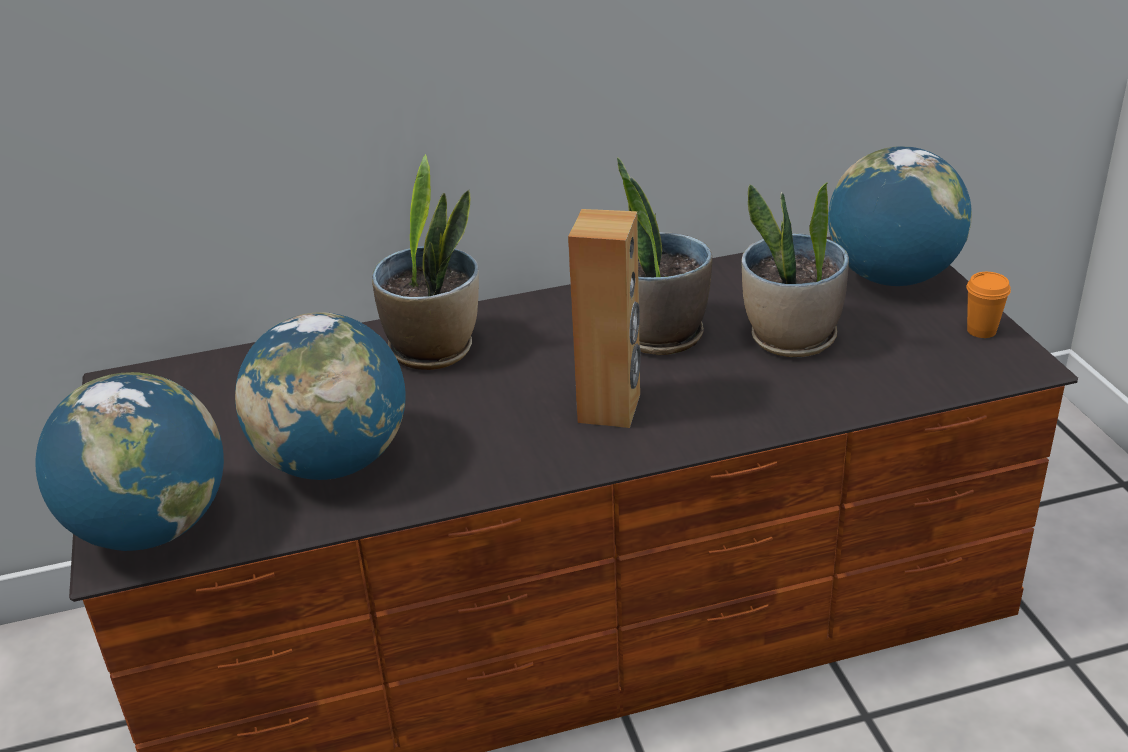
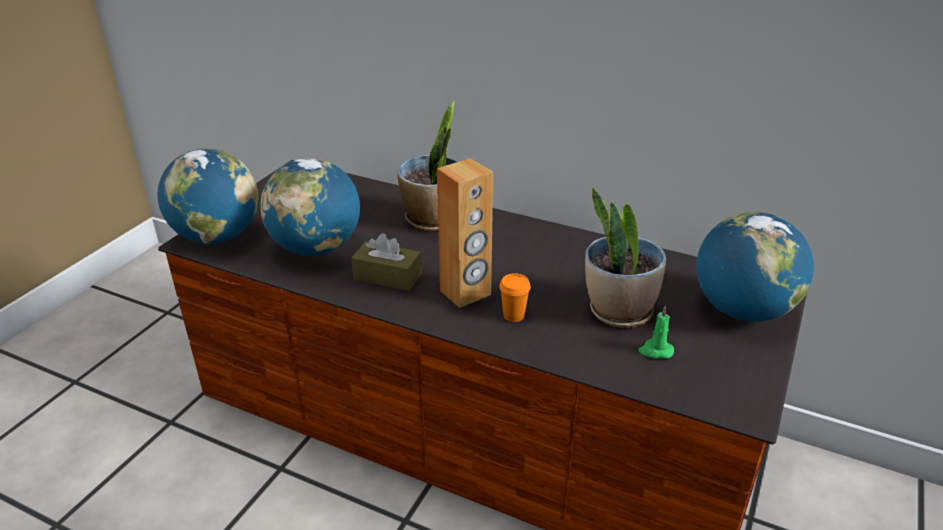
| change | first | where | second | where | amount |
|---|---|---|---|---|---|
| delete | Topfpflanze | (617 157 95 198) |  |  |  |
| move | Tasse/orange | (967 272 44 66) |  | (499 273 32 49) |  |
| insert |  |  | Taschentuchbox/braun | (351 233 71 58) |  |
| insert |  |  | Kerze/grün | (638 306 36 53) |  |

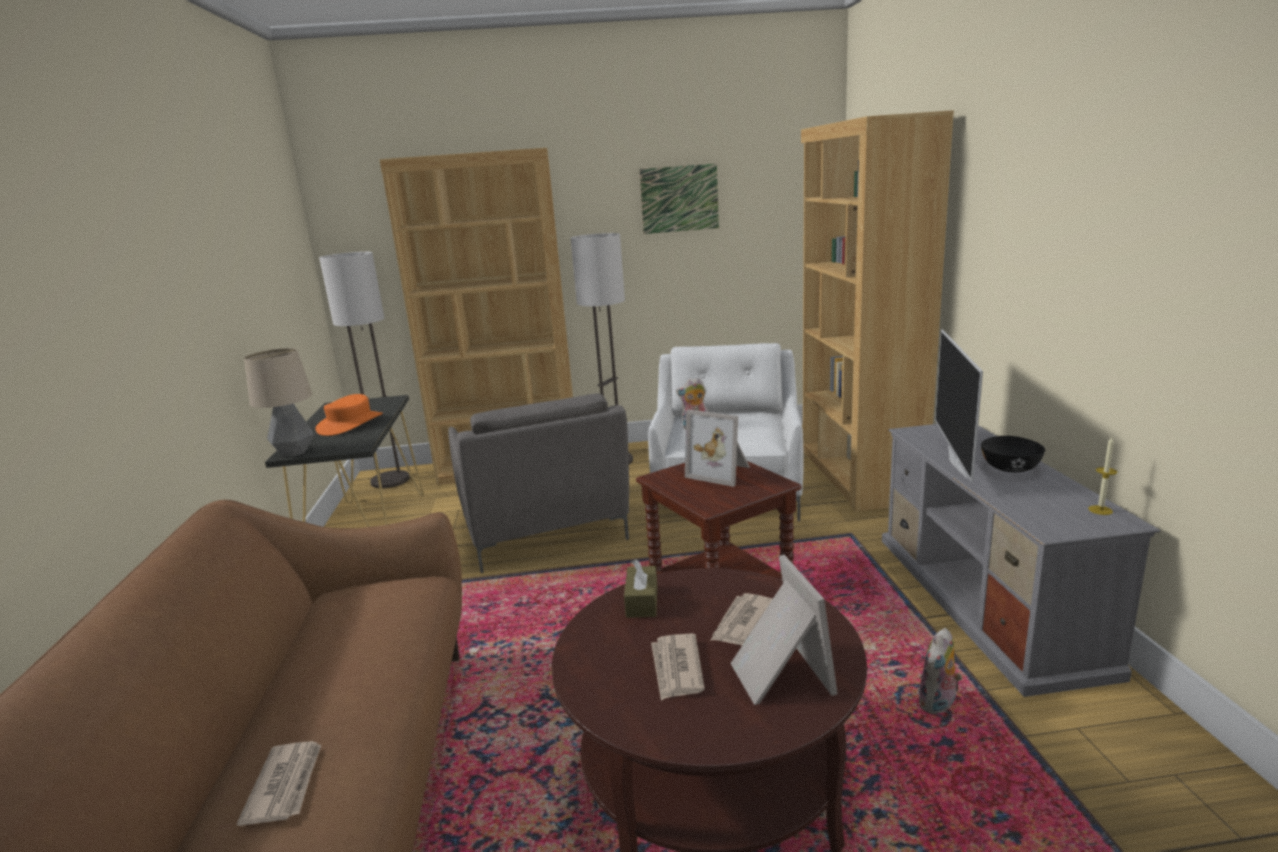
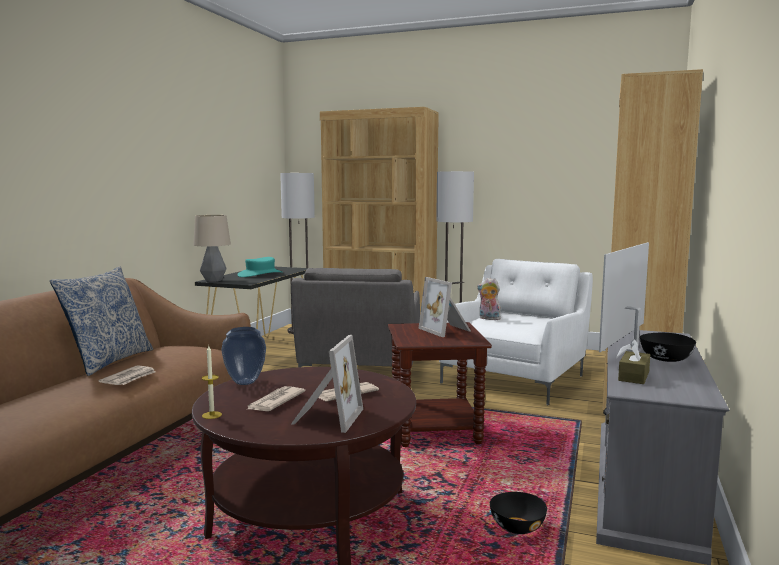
| change | first | where | second | where | amount |
|---|---|---|---|---|---|
| delete | Bild | (639 163 80 71) |  |  |  |
| recolor | Hut/orange | (315 394 68 42) | Hut/türkis | (237 257 46 20) |  |
| move | Kerze | (1088 437 29 78) |  | (202 346 20 73) |  |
| move | Taschentuchbox/braun | (624 559 33 59) |  | (618 339 32 45) |  |
| replace | Plüschtier | (919 628 43 86) | Schüssel/schwarz | (490 492 57 42) |  |
| move | Zeitung | (237 741 84 85) |  | (99 365 57 20) |  |
| insert |  |  | Kissen | (50 266 103 110) |  |
| insert |  |  | Vase | (221 327 45 58) |  |

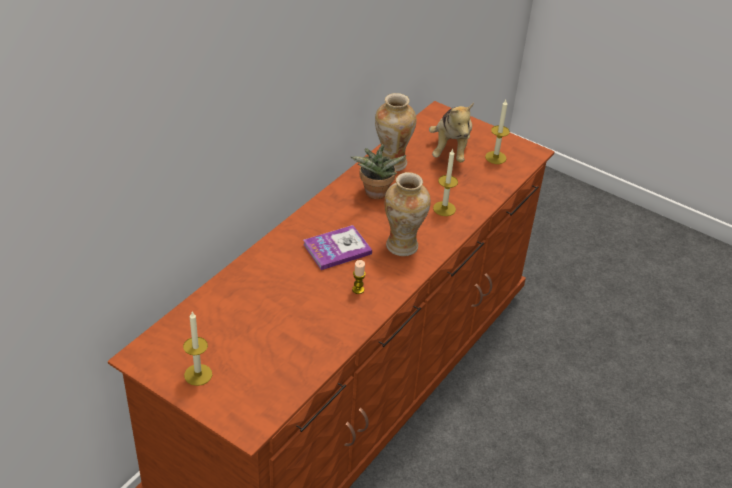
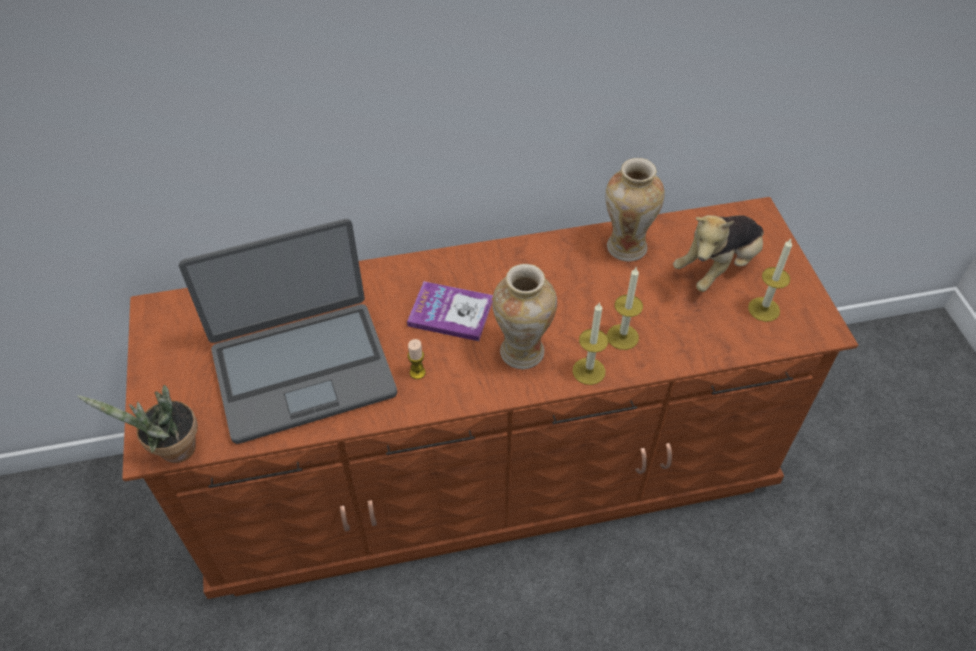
| change | first | where | second | where | amount |
|---|---|---|---|---|---|
| move | Topfpflanze | (351 144 55 55) |  | (77 385 121 78) |  |
| move | Kerze | (183 312 29 74) |  | (573 302 35 83) |  |
| insert |  |  | Laptop | (179 219 218 225) |  |

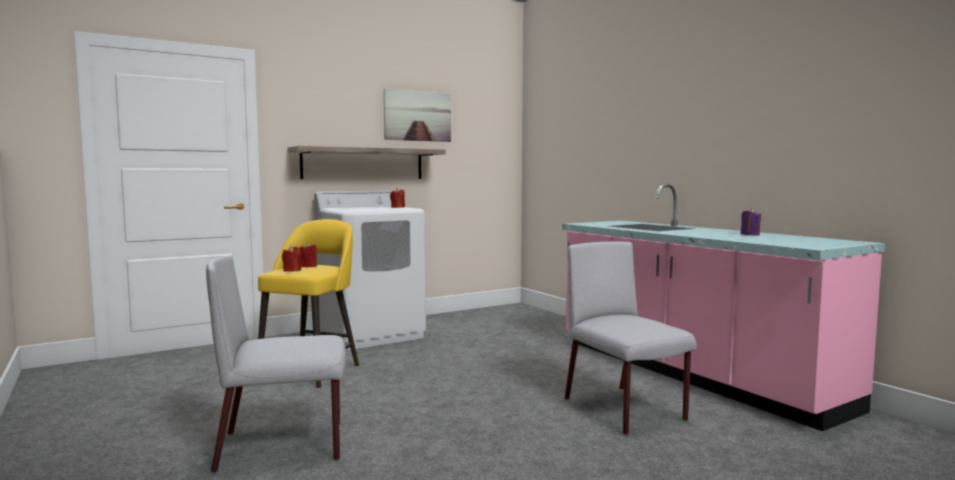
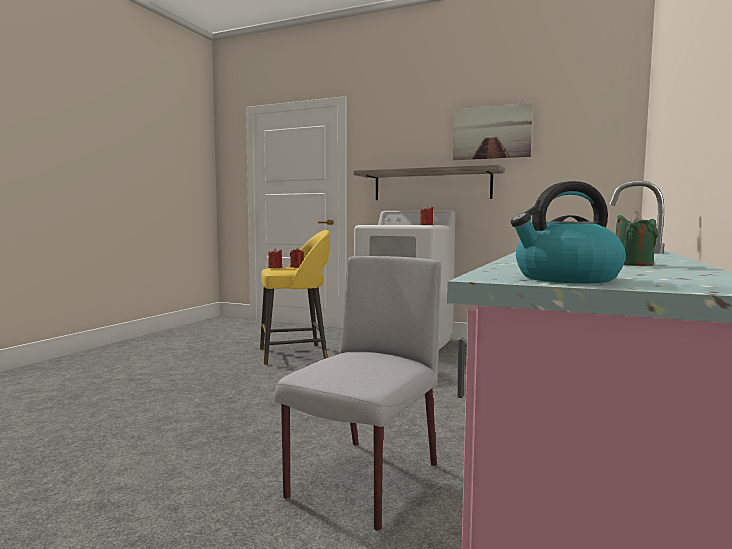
| change | first | where | second | where | amount |
|---|---|---|---|---|---|
| recolor | Kerze/lila | (741 209 20 27) | Kerze/grün | (616 211 42 55) |  |
| delete | Stuhl/grau | (206 255 140 218) |  |  |  |
| insert |  |  | Wasserkessel | (511 181 115 102) |  |

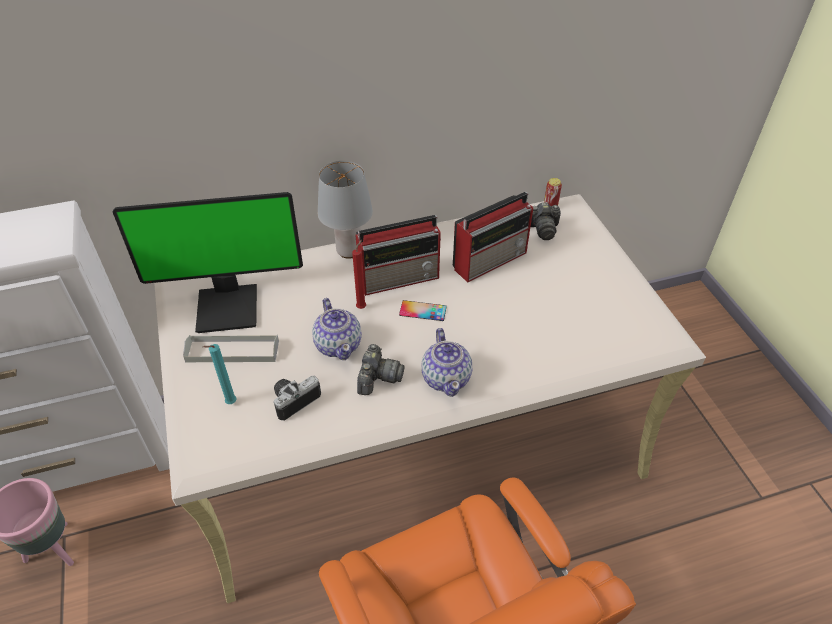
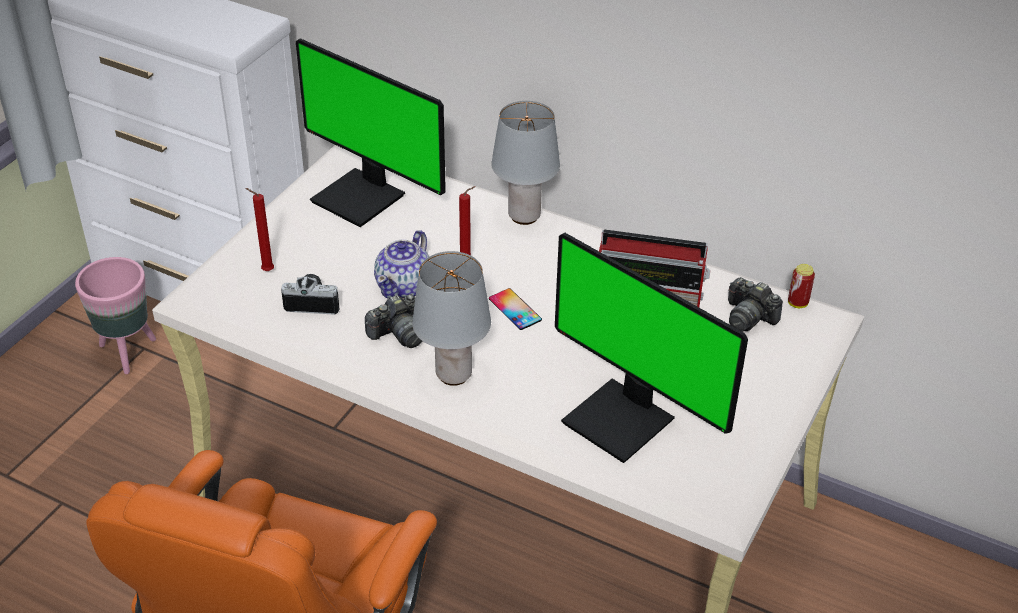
| change | first | where | second | where | amount |
|---|---|---|---|---|---|
| delete | Radio | (355 215 86 81) |  |  |  |
| replace | Teekanne | (421 328 51 69) | Tischlampe/grau | (412 251 79 135) |  |
| delete | Tablett/grau | (183 335 96 27) |  |  |  |
| recolor | Kerze/türkis | (203 344 34 60) | Kerze/rot | (245 188 29 83) |  |
| insert |  |  | Monitor | (555 233 193 230) |  |

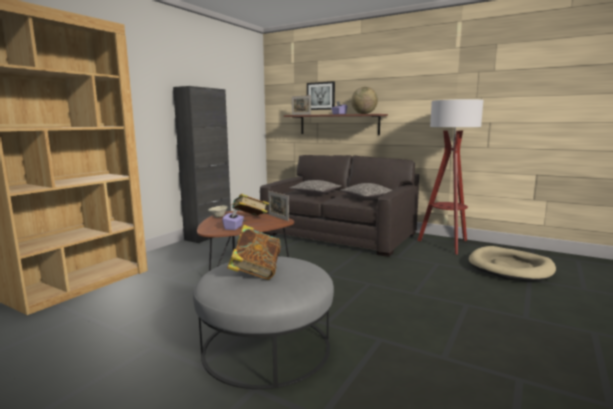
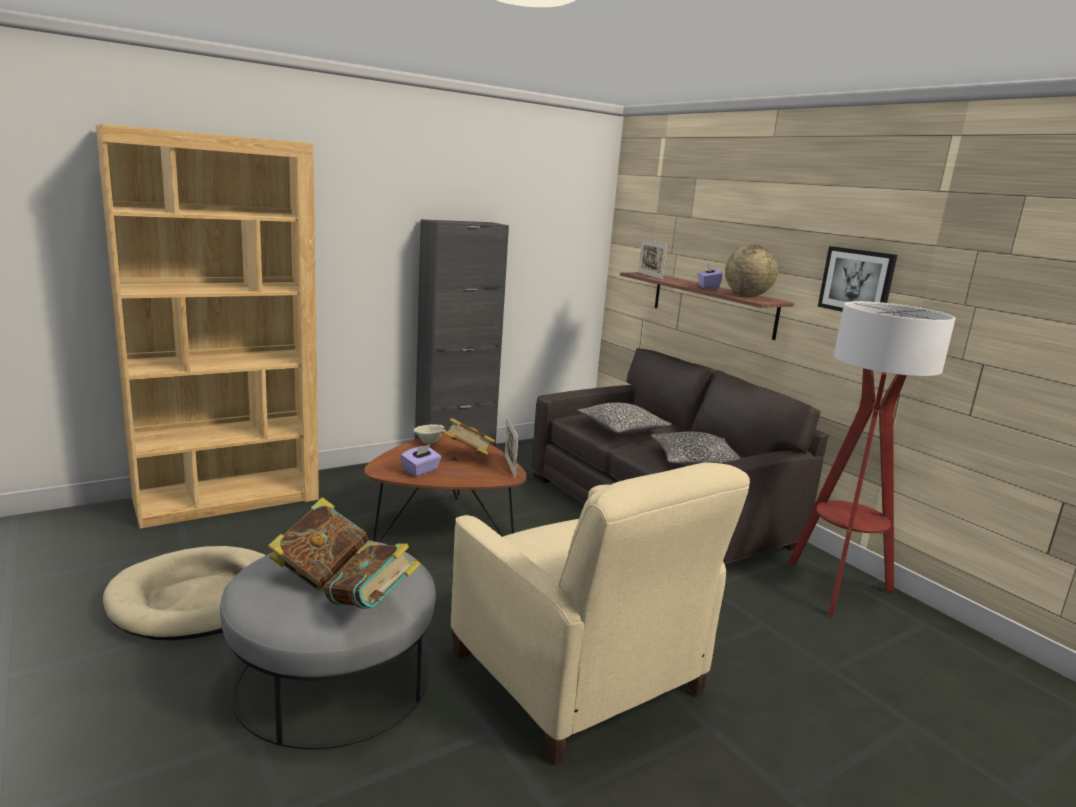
| change | first | where | second | where | amount |
|---|---|---|---|---|---|
| move | Bild | (307 81 28 29) |  | (818 246 79 66) |  |
| move | Hundebett/beige | (468 246 88 35) |  | (103 546 163 94) |  |
| insert |  |  | Sessel/beige | (451 462 299 303) |  |
| insert |  |  | Buch | (324 542 97 67) |  |

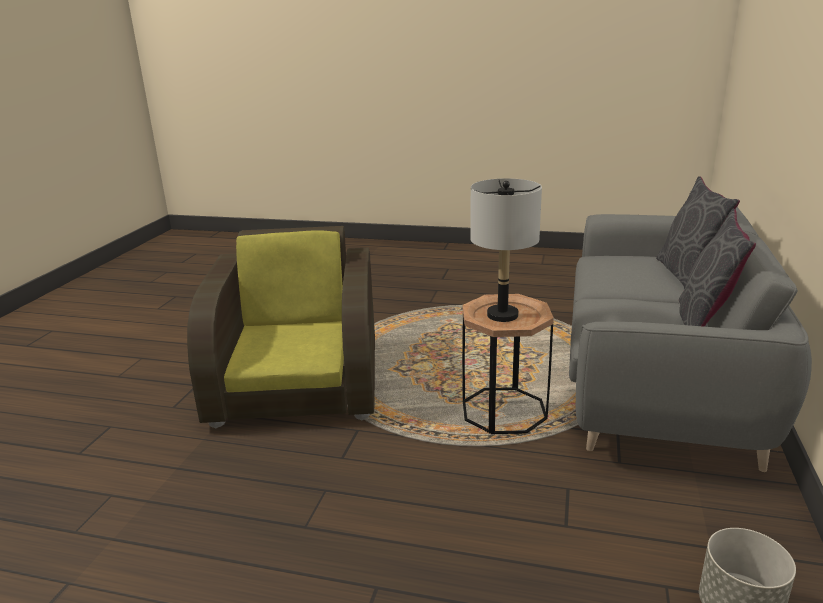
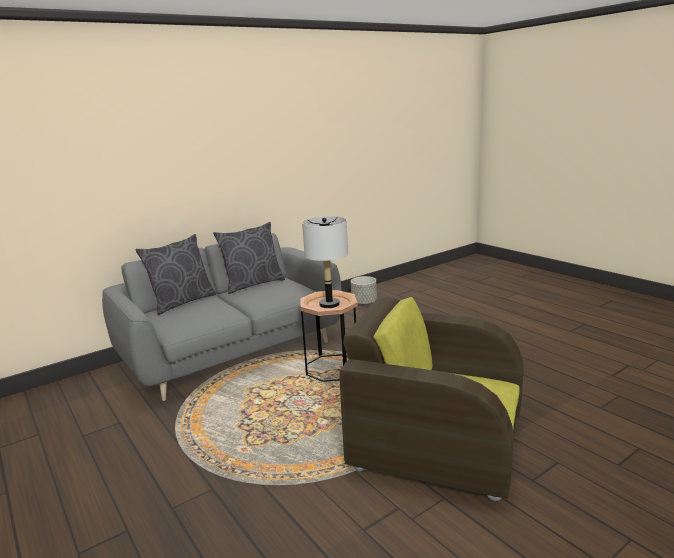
| change | first | where | second | where | amount |
|---|---|---|---|---|---|
| rotate | Sessel/braun | (187 226 188 202) |  | (340 297 184 204) | 75 degrees clockwise |

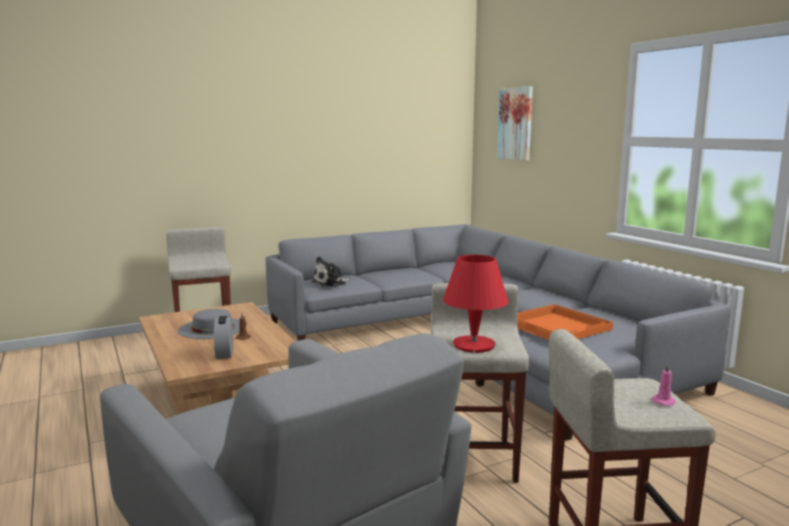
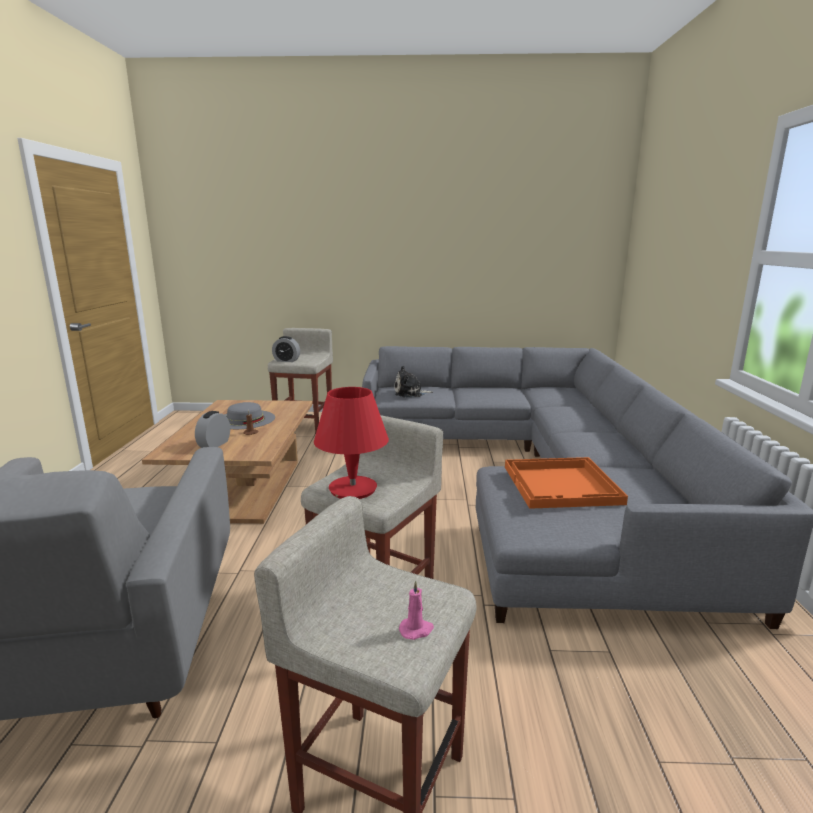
| change | first | where | second | where | amount |
|---|---|---|---|---|---|
| delete | Bild | (497 86 36 75) |  |  |  |
| insert |  |  | Wecker | (272 336 28 26) |  |

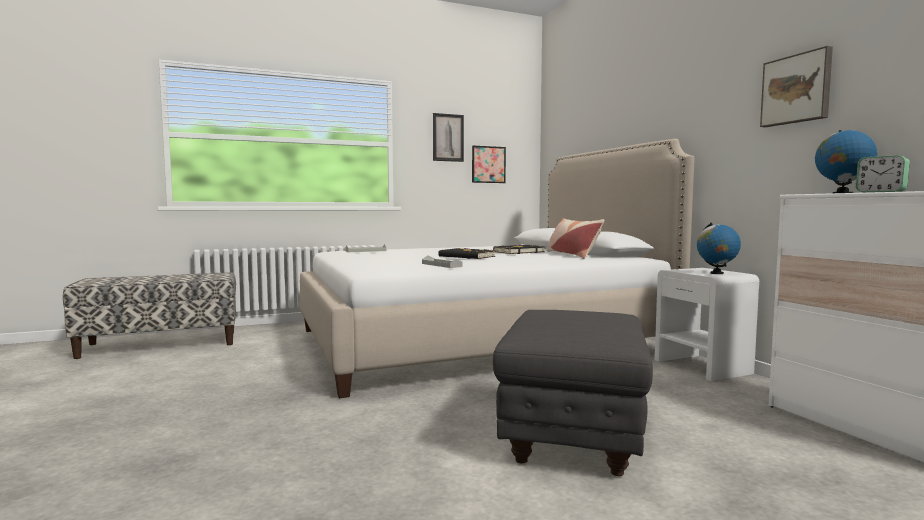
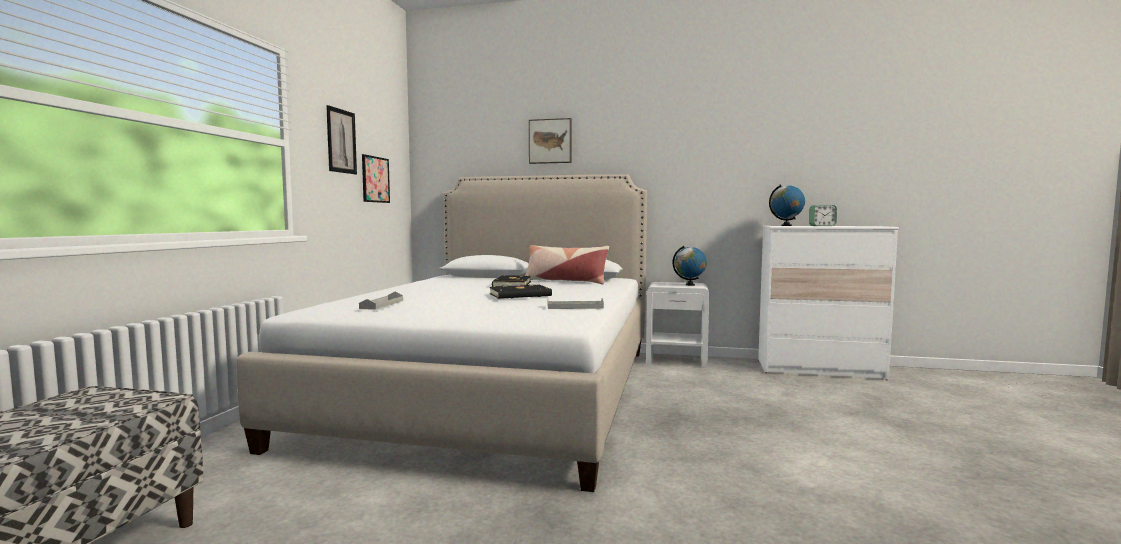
| change | first | where | second | where | amount |
|---|---|---|---|---|---|
| move | Bild | (760 46 73 81) |  | (529 118 43 46) |  |
| delete | Polsterhocker/grau | (493 310 160 166) |  |  |  |

